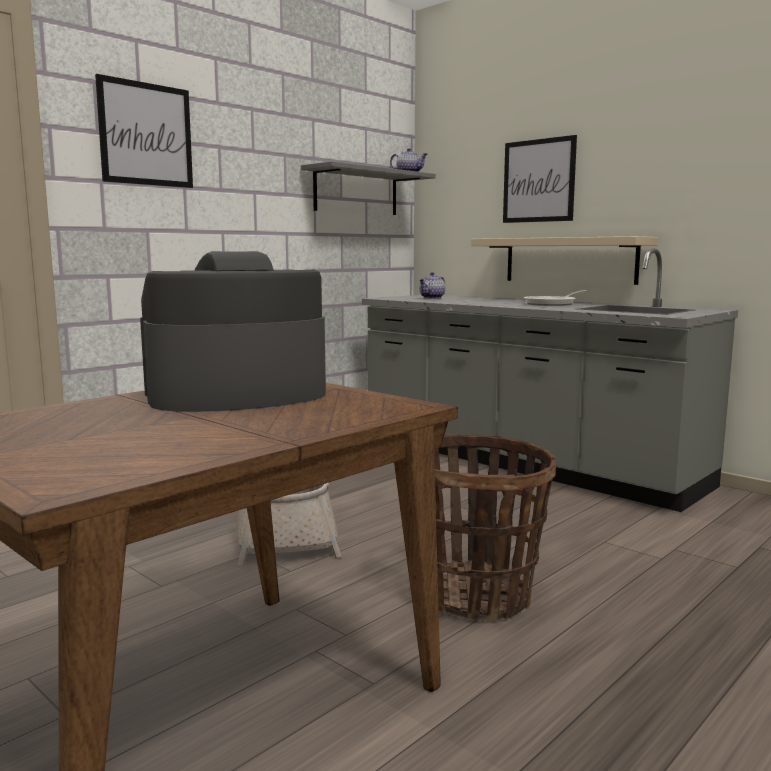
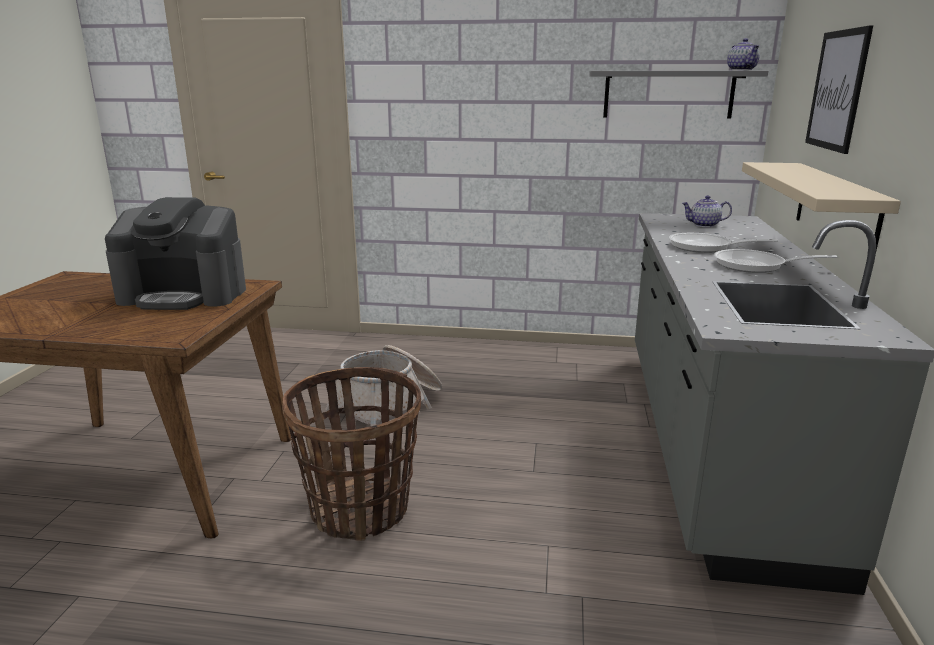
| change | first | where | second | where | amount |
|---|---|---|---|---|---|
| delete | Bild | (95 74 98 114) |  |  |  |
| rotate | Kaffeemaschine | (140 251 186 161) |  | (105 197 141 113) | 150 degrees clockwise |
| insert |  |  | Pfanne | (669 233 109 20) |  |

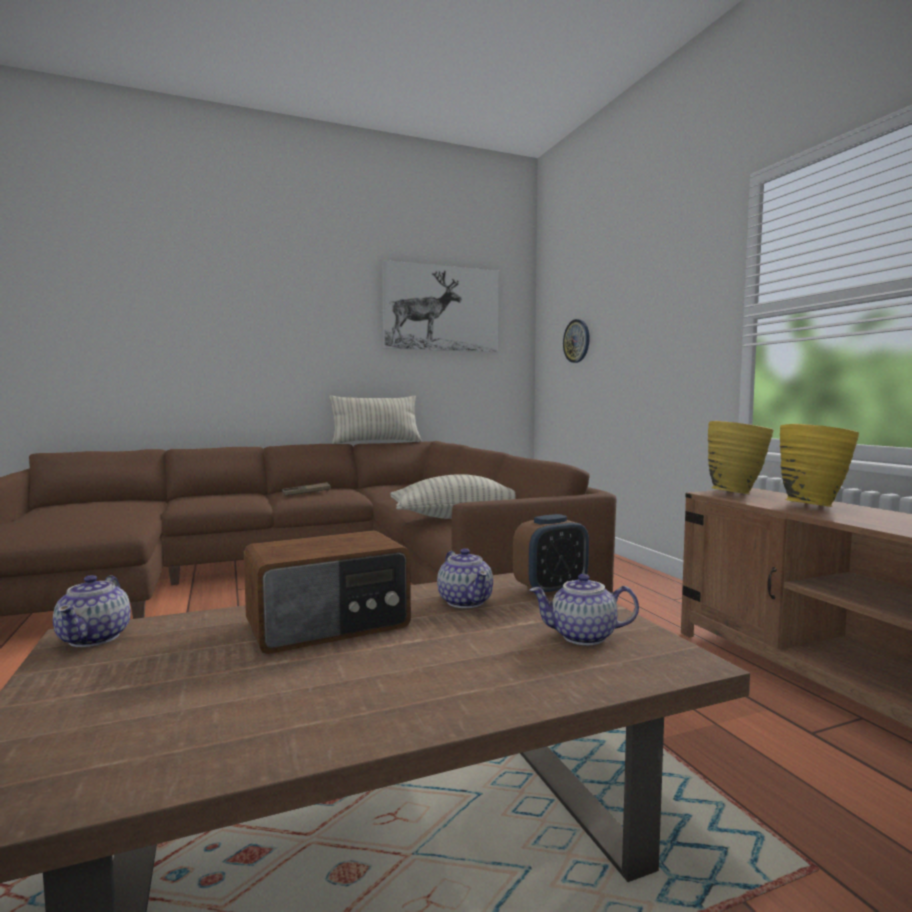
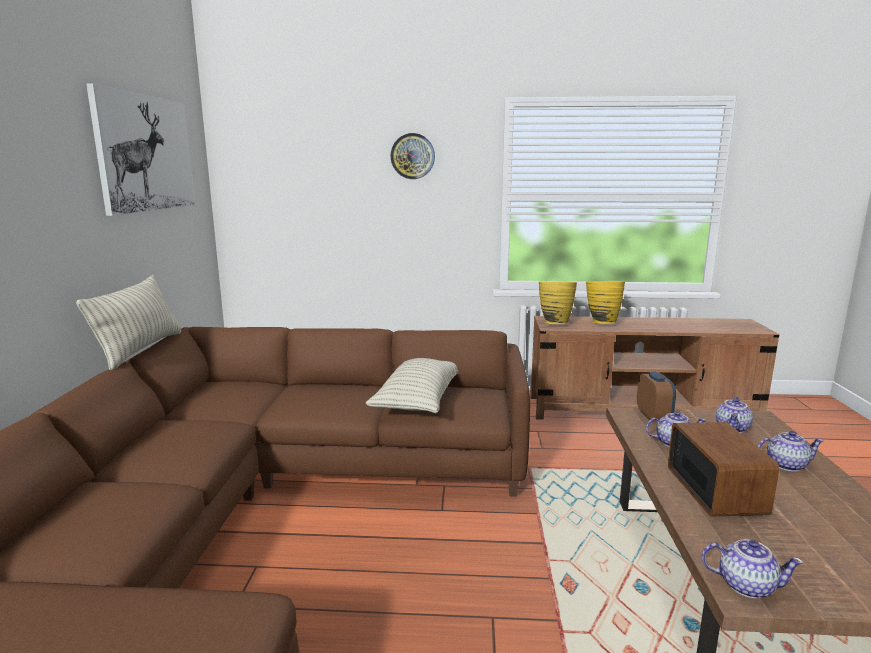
| change | first | where | second | where | amount |
|---|---|---|---|---|---|
| move | Wanduhr | (563 319 27 44) |  | (391 133 44 46) |  |
| delete | Tablett/braun | (282 482 49 14) |  |  |  |
| insert |  |  | Teekanne | (757 431 66 40) |  |

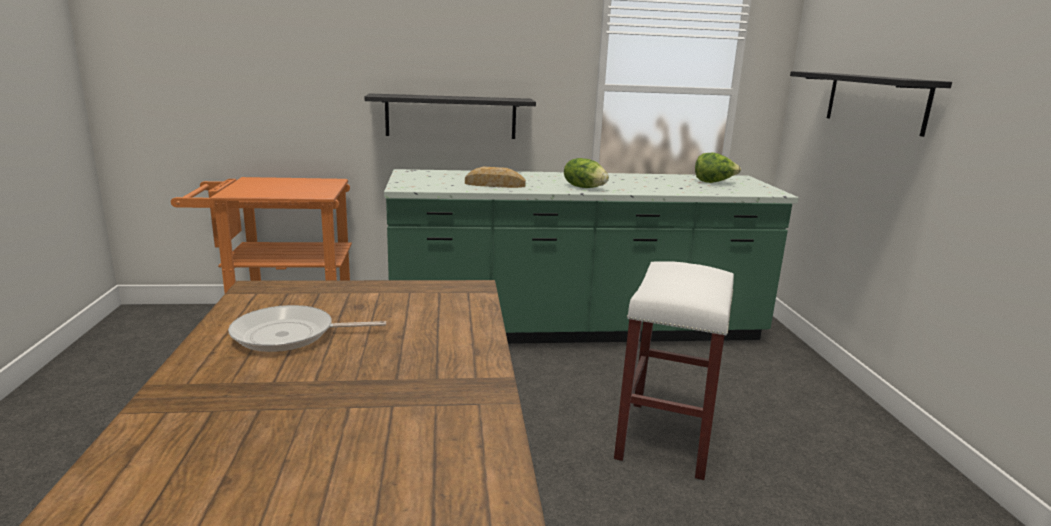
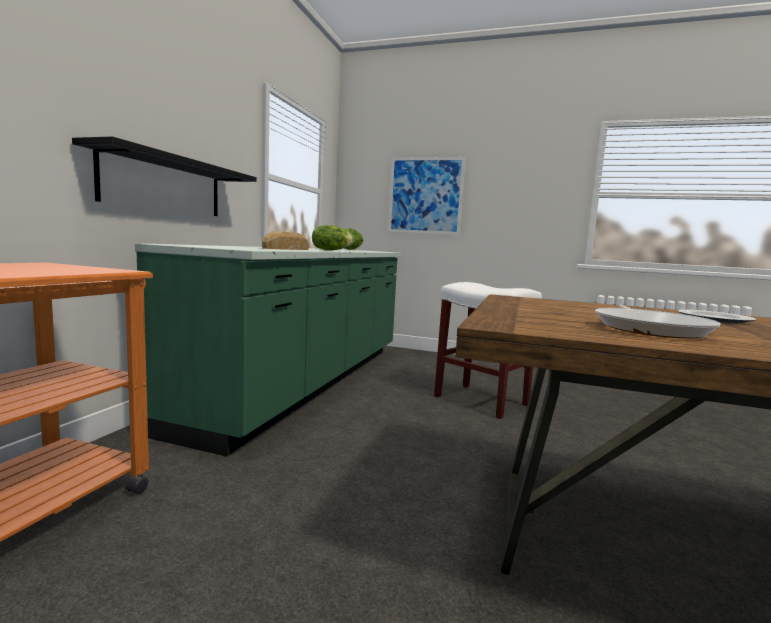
| change | first | where | second | where | amount |
|---|---|---|---|---|---|
| replace | Wandregal/schwarz | (790 71 162 66) | Bild | (388 157 78 78) |  |
| insert |  |  | Teller | (678 310 78 14) |  |

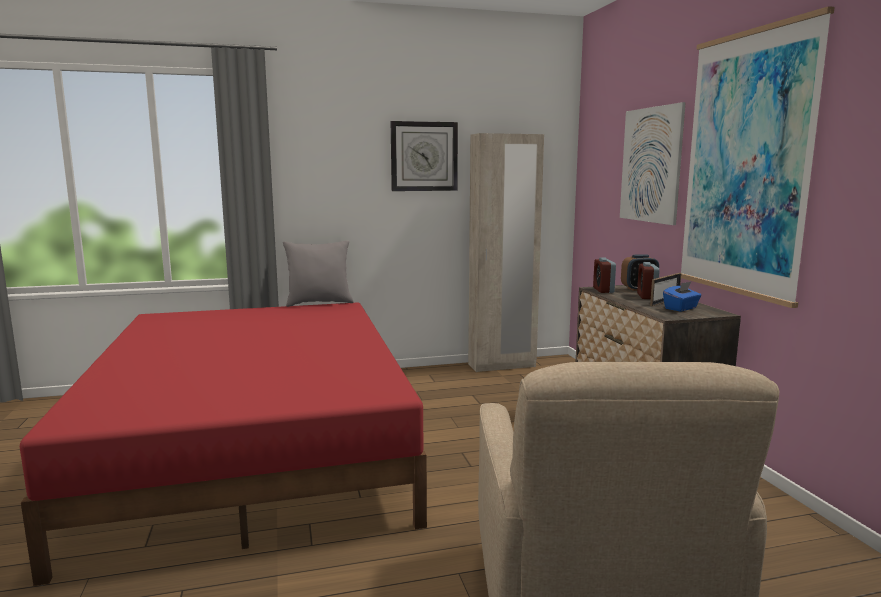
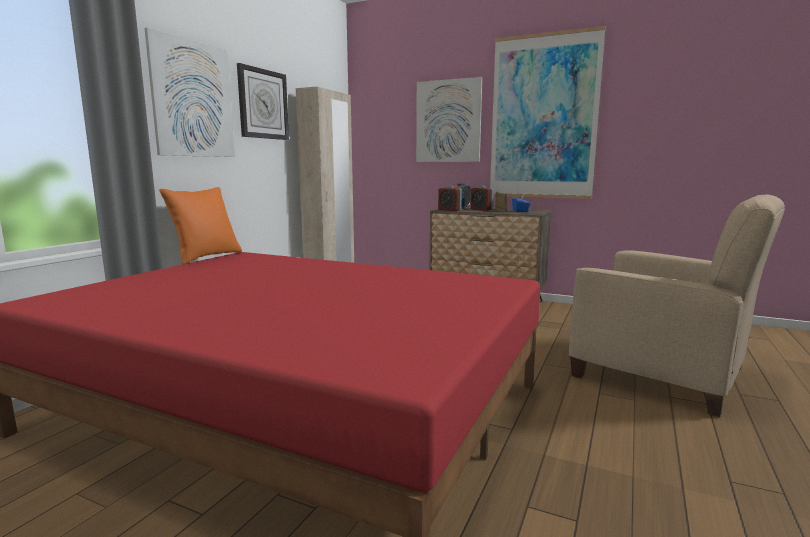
| change | first | where | second | where | amount |
|---|---|---|---|---|---|
| recolor | Kissen/grau | (283 241 71 66) | Kissen/orange | (159 187 83 78) |  |
| insert |  |  | Bild | (145 28 90 129) |  |

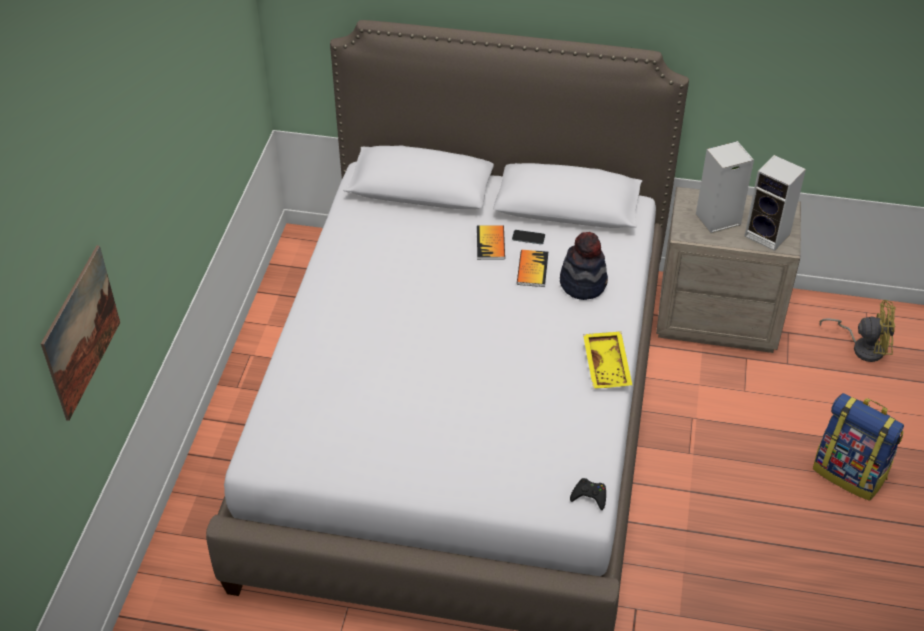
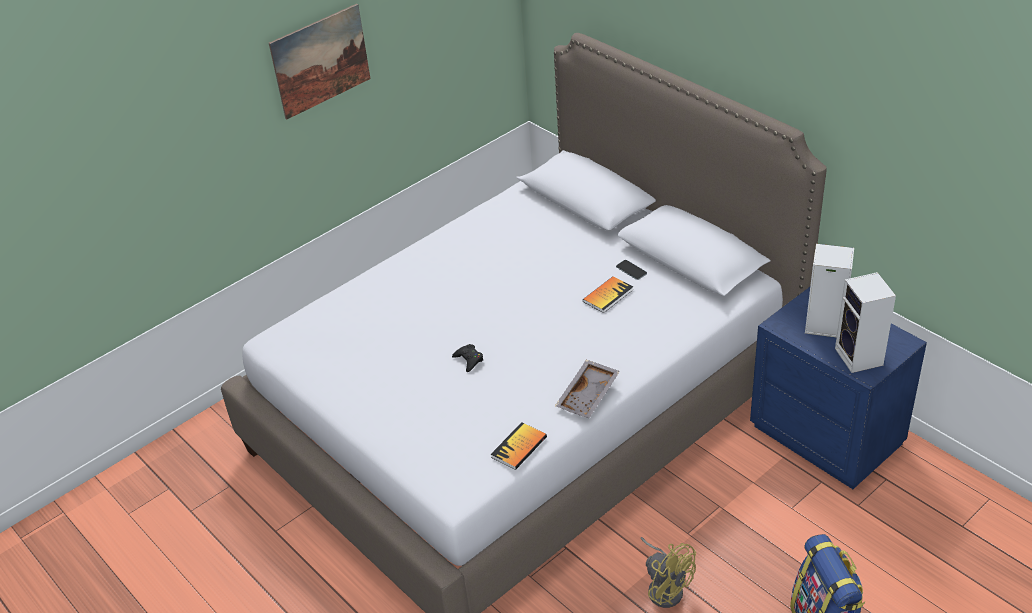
| change | first | where | second | where | amount |
|---|---|---|---|---|---|
| recolor | Nachttisch/beige | (656 187 145 166) | Nachttisch/blau | (750 287 177 202) |  |
| move | Buch | (477 225 28 35) |  | (491 422 56 48) |  |
| delete | Hut | (560 232 48 68) |  |  |  |
| move | Bild | (41 245 79 176) |  | (269 4 102 116) |  |
| move | Ventilator/gelb | (820 300 76 62) |  | (641 537 55 71) |  |
| recolor | Tablett/gelb | (583 331 49 58) | Tablett/grau | (555 360 65 58) |  |
| move | Gamepad/schwarz | (570 478 36 32) |  | (452 344 31 28) |  |

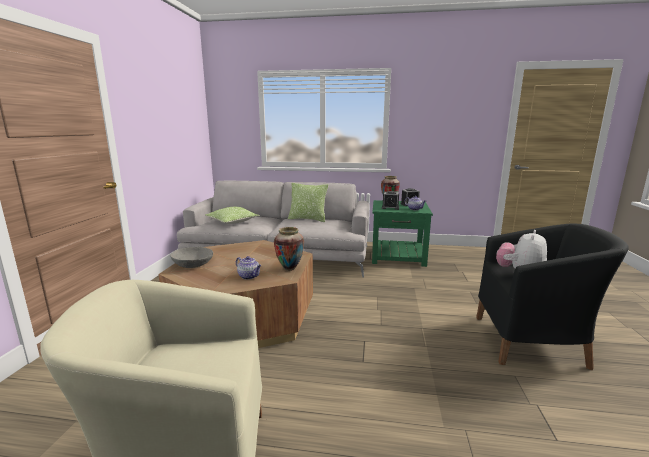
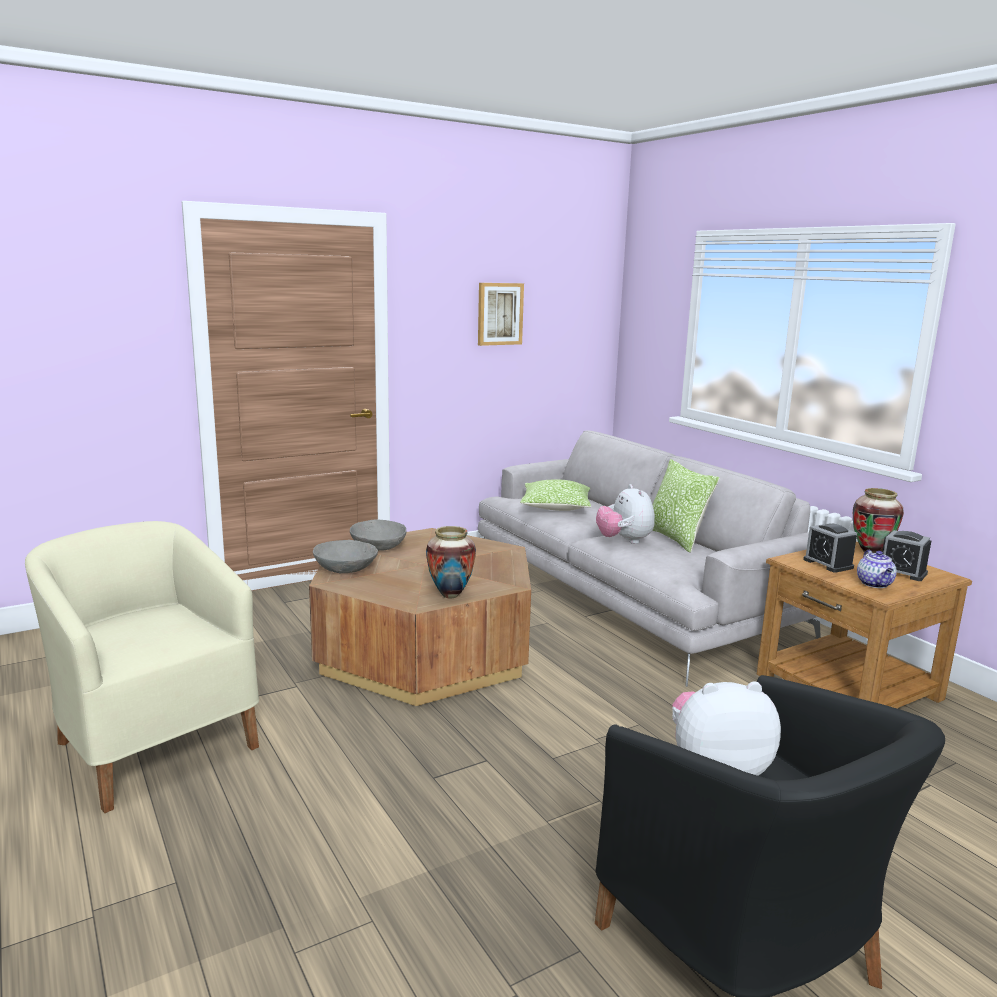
| change | first | where | second | where | amount |
|---|---|---|---|---|---|
| recolor | Beistelltisch/grün | (372 200 61 67) | Beistelltisch/braun | (757 542 215 166) |  |
| delete | Teekanne | (236 256 25 24) |  |  |  |
| insert |  |  | Bild | (478 283 46 63) |  |
| insert |  |  | Plüschtier | (596 484 59 60) |  |
| insert |  |  | Schüssel/grau | (313 540 65 33) |  |

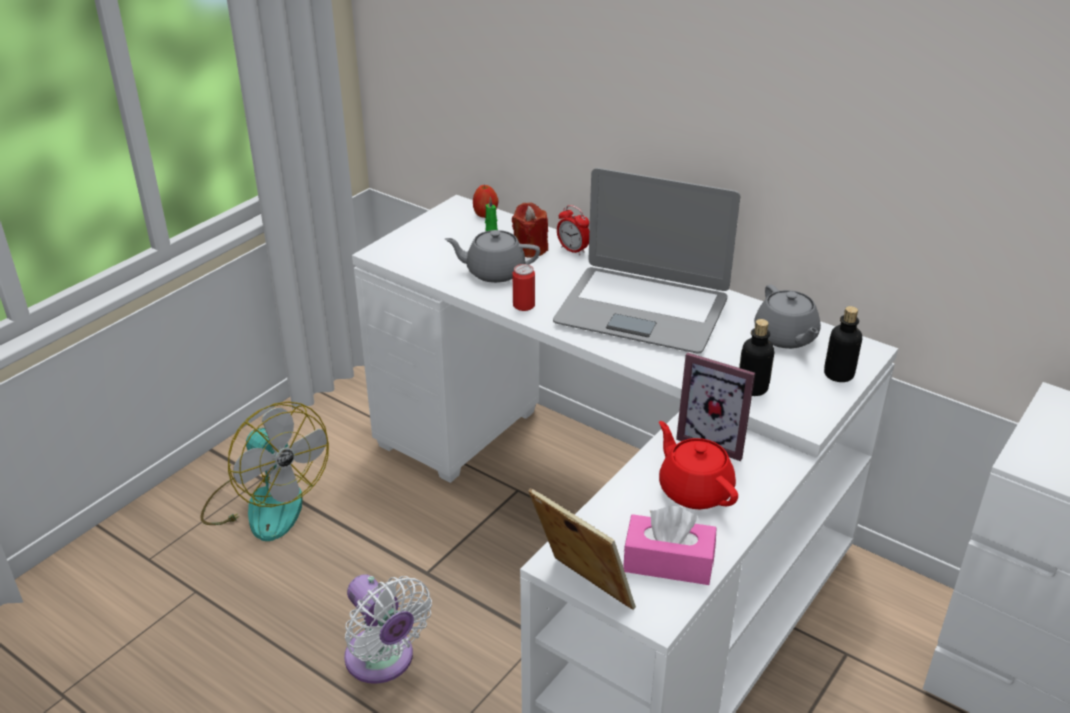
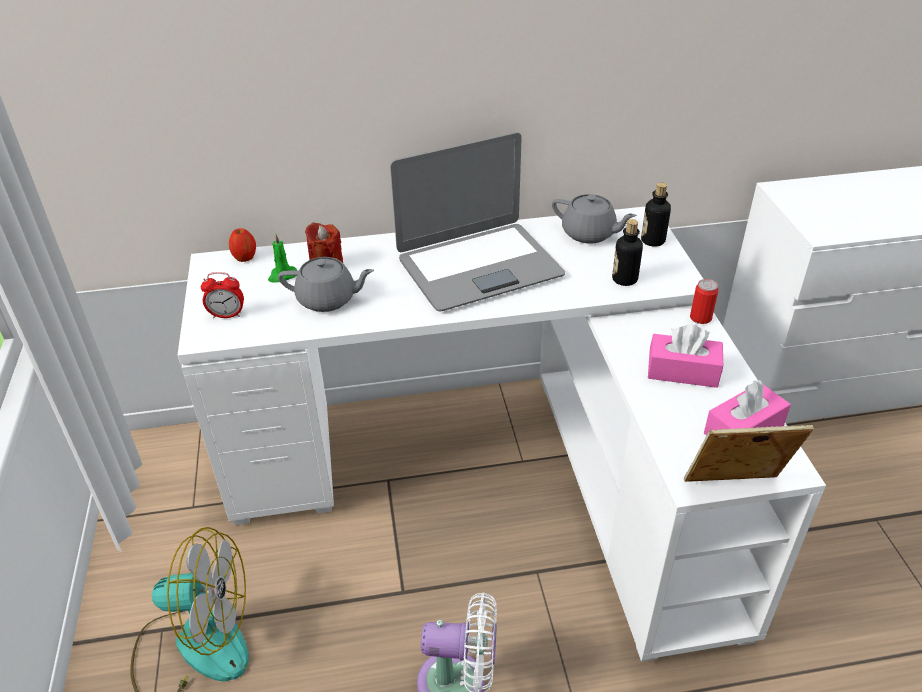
| change | first | where | second | where | amount |
|---|---|---|---|---|---|
| move | Wecker | (557 205 32 50) |  | (201 272 43 46) |  |
| rotate | Teekanne/grau | (445 230 95 53) |  | (278 257 96 55) | 135 degrees counterclockwise |
| move | Dose | (513 264 22 47) |  | (690 279 28 45) |  |
| delete | Bilderrahmen | (676 352 79 109) |  |  |  |
| replace | Teekanne/rot | (659 421 79 88) | Taschentuchbox/rosa | (648 324 75 64) |  |

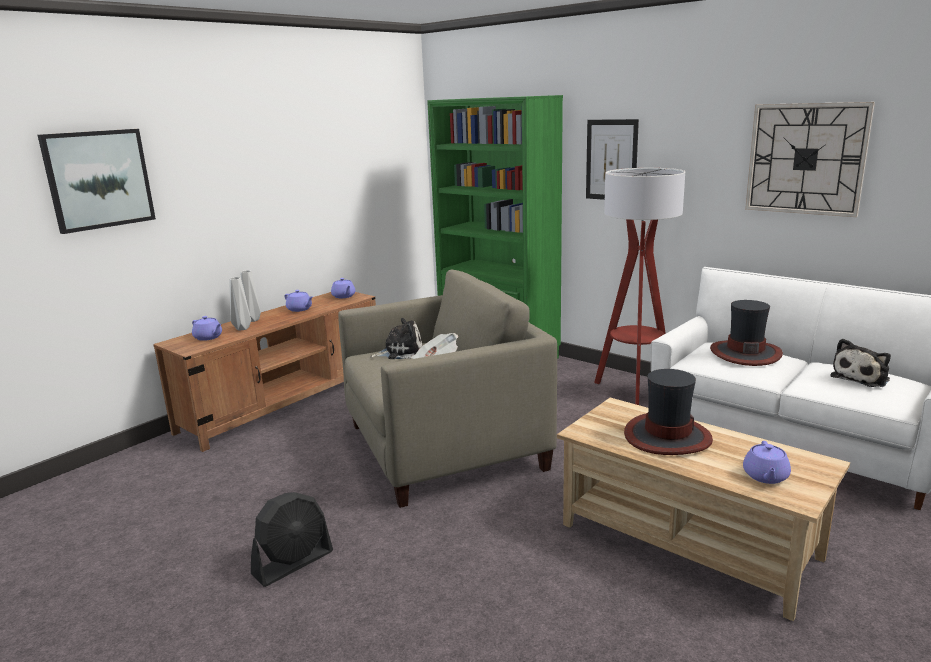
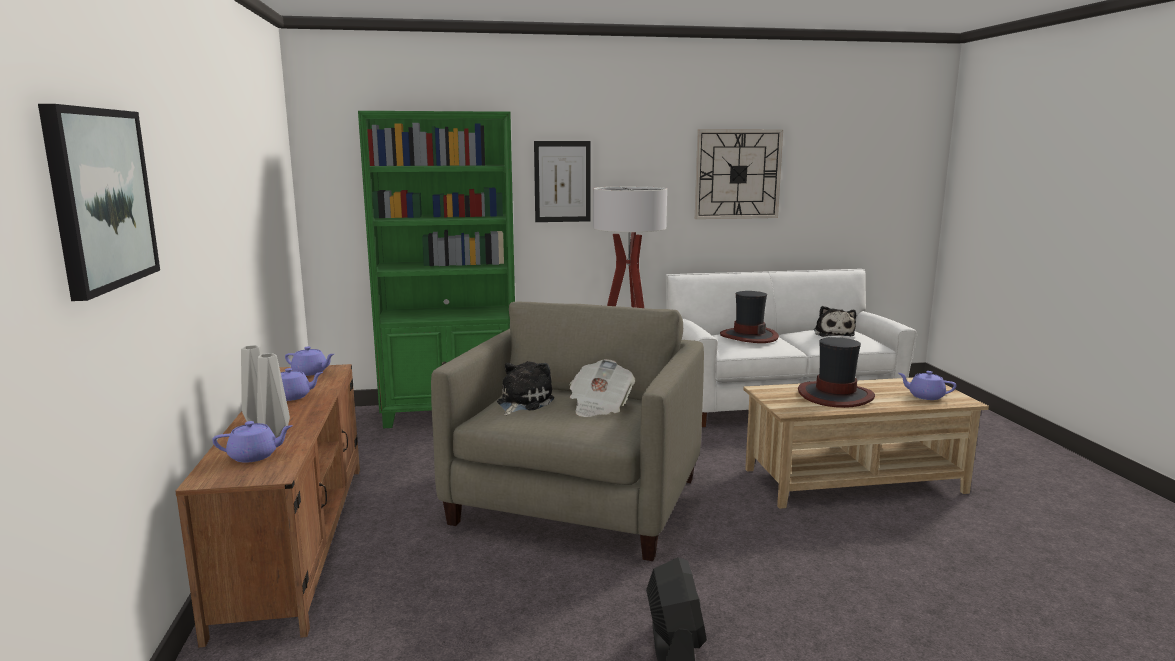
| change | first | where | second | where | amount |
|---|---|---|---|---|---|
| rotate | Teekanne/lila | (743 441 48 43) |  | (898 371 58 29) | 150 degrees clockwise |

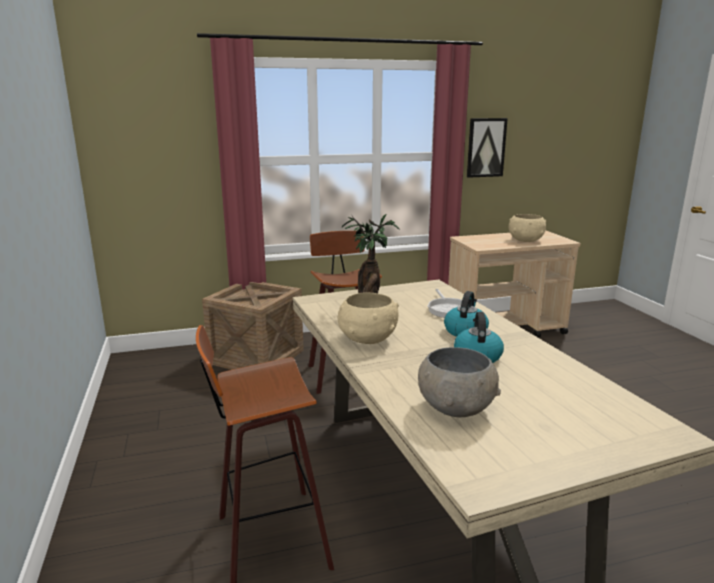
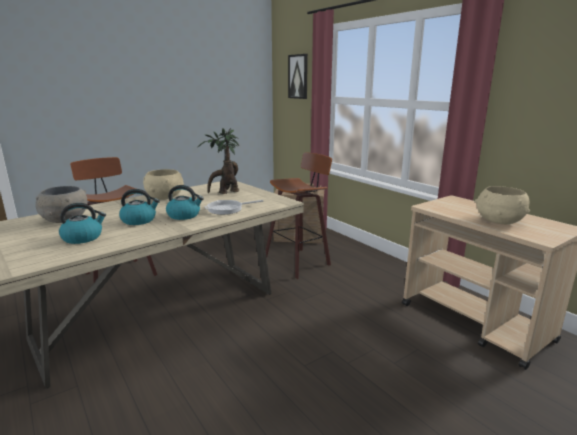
| change | first | where | second | where | amount |
|---|---|---|---|---|---|
| move | Bild | (467 118 41 60) |  | (288 54 20 45) |  |
| insert |  |  | Wasserkessel | (59 203 47 41) |  |

